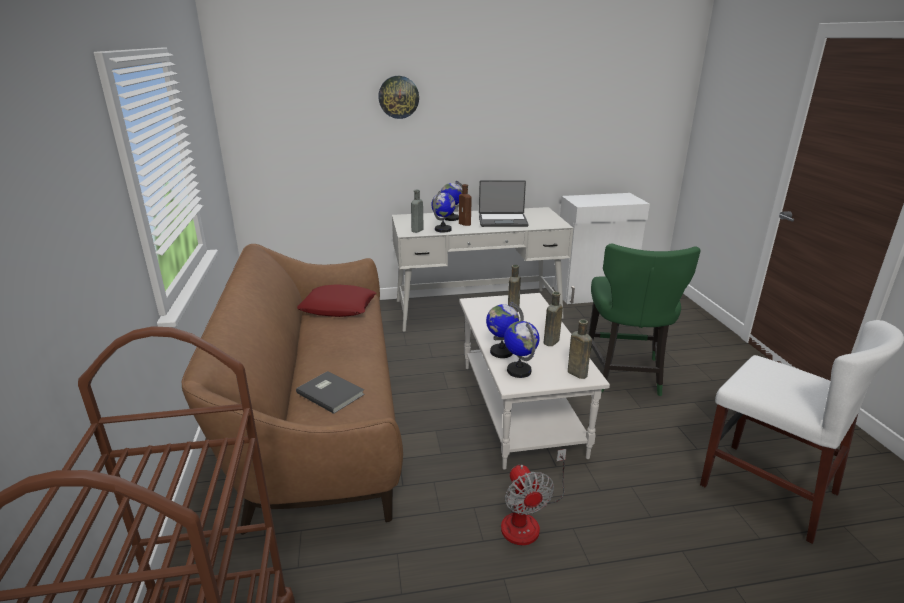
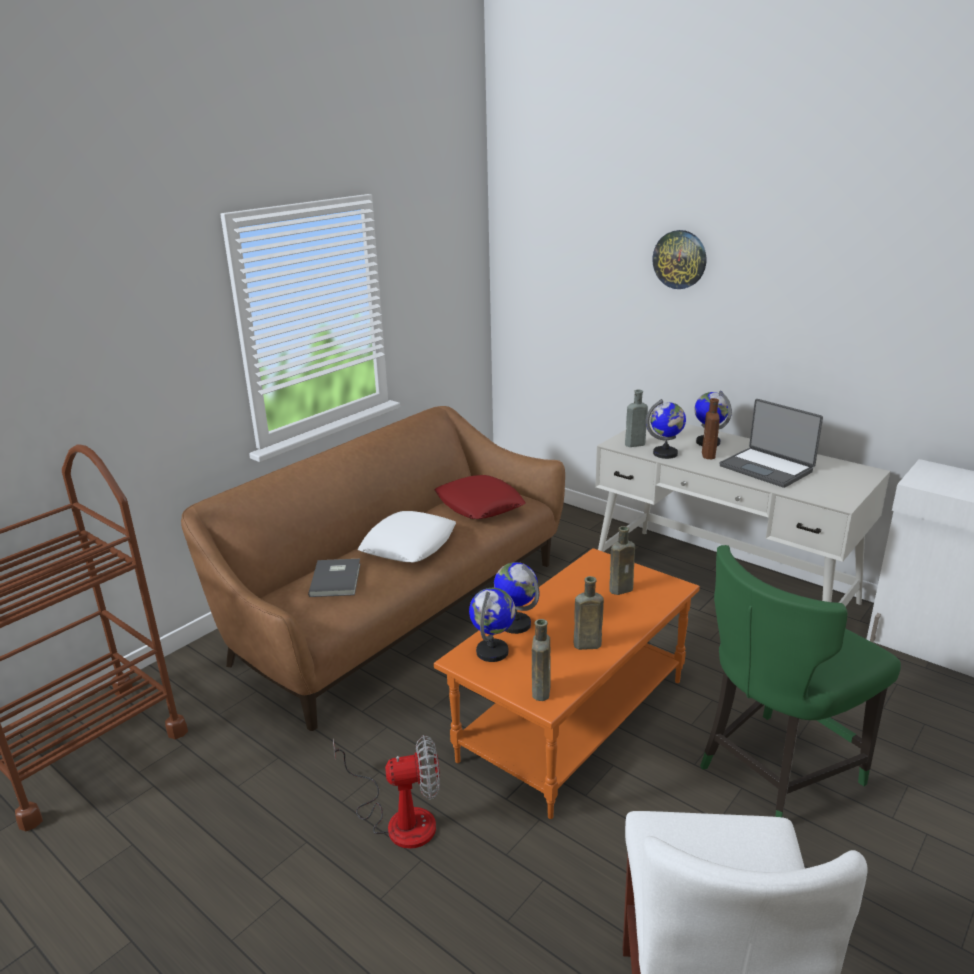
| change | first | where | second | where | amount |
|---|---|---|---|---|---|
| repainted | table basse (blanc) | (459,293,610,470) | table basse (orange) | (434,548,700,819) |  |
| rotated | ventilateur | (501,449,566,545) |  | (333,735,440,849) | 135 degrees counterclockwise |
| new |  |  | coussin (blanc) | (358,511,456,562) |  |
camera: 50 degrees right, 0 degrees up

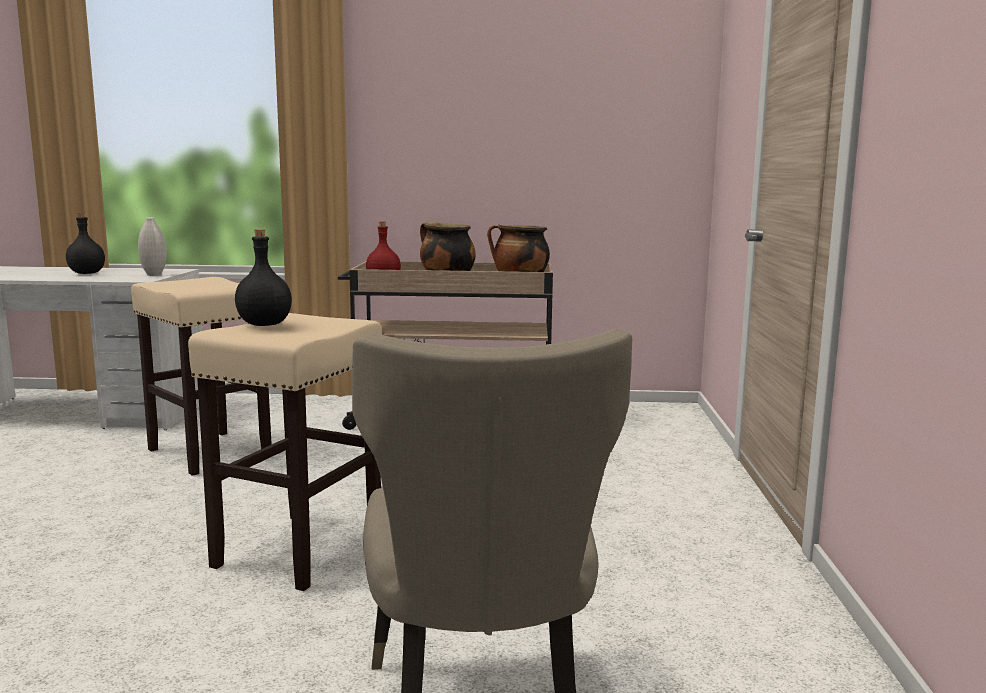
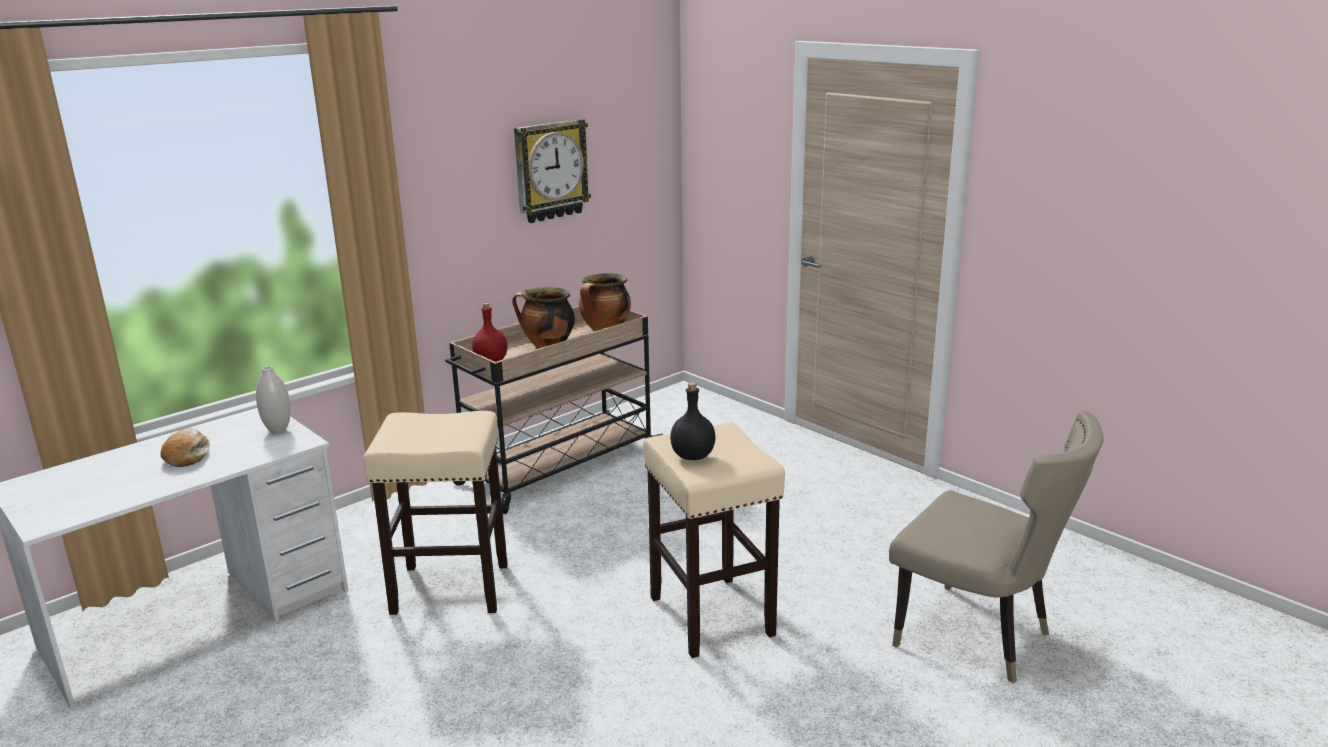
| change | first | where | second | where | amount |
|---|---|---|---|---|---|
| swapped | bouteille (noir) | (66,213,105,274) | pain | (161,428,210,467) |  |
| new |  |  | horloge murale | (514,119,591,223) |  |
camera: 45 degrees left, 10 degrees up

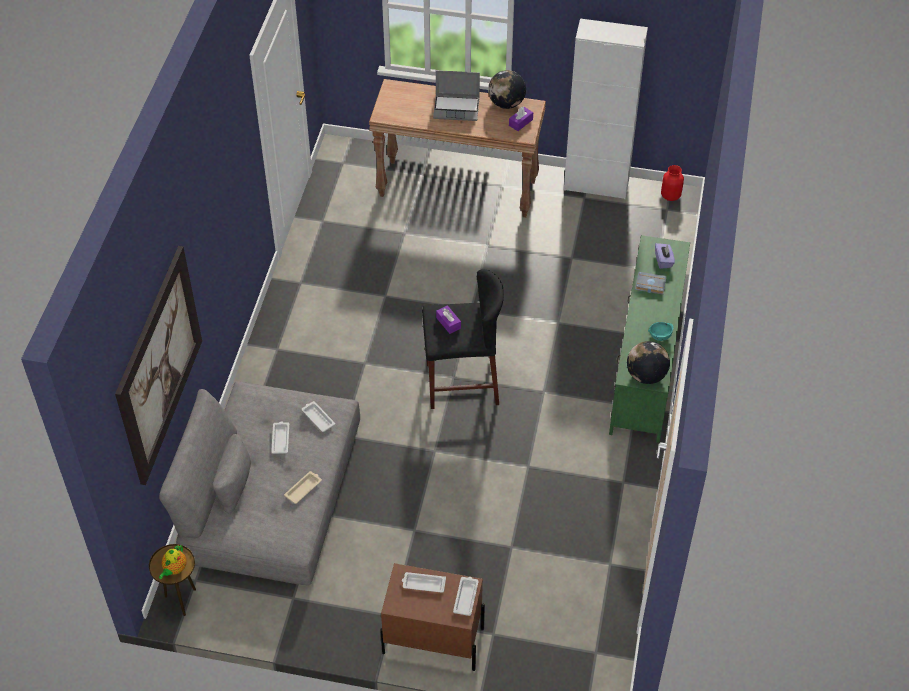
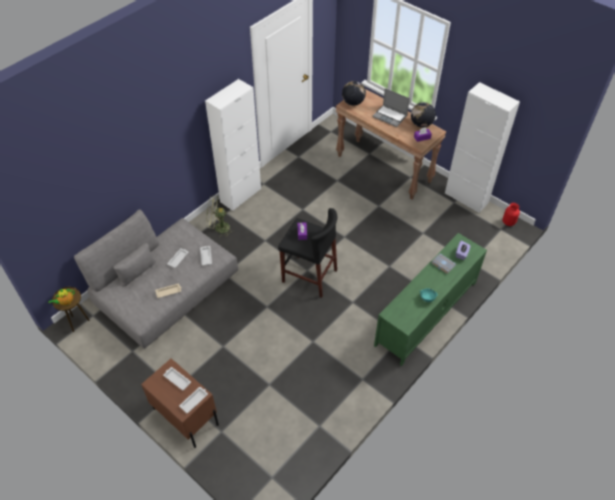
| change | first | where | second | where | amount |
|---|---|---|---|---|---|
| gone | tableau | (115,246,202,485) |  |  |  |
| shifted | globe | (627,341,670,384) |  | (342,81,366,106) |  |
| new |  |  | meuble de rangement (blanc) | (205,79,261,211) |  |
| new |  |  | ventilateur (vert) | (206,195,234,237) |  |
camera: 30 degrees right, 0 degrees up

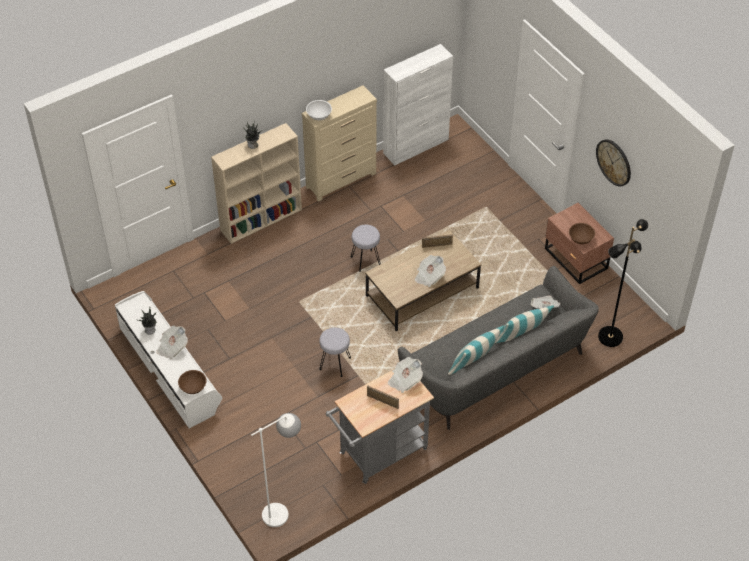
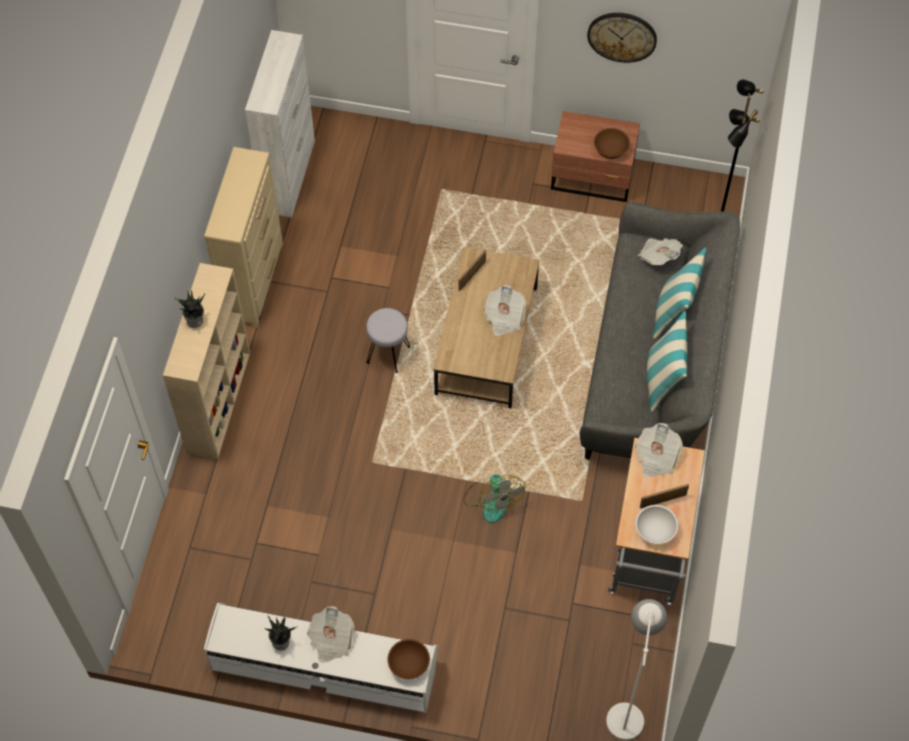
| change | first | where | second | where | amount |
|---|---|---|---|---|---|
| shifted | bol (blanc) | (306,100,332,120) |  | (636,505,678,544) |  |
| swapped | tabouret (gris) | (319,327,351,377) | ventilateur | (463,474,525,523) |  |
camera: 45 degrees left, 10 degrees up

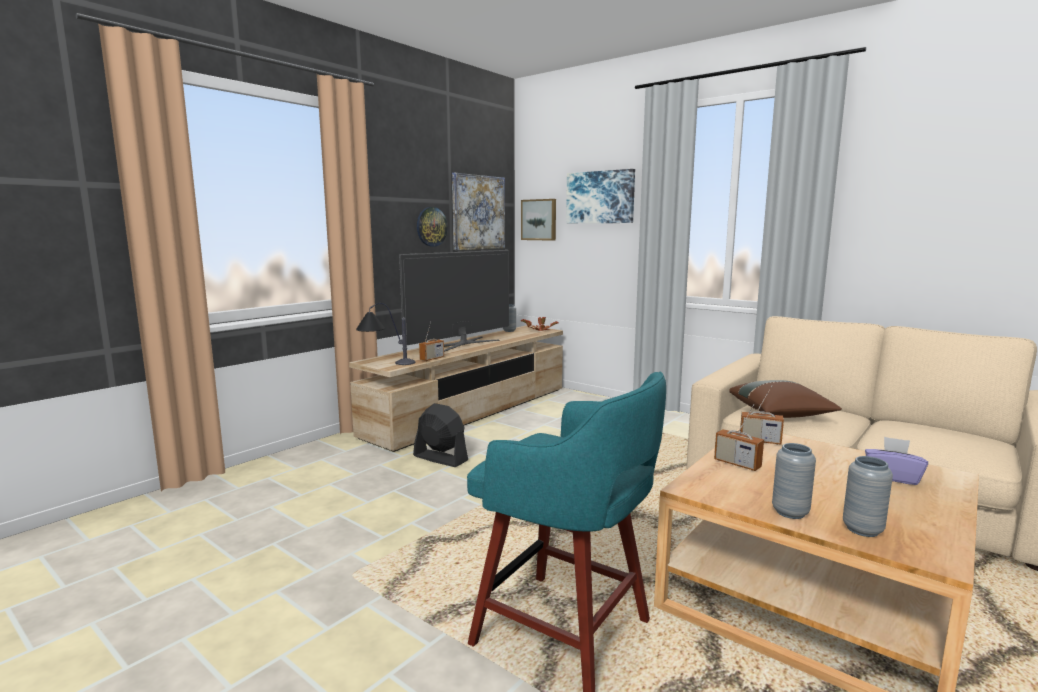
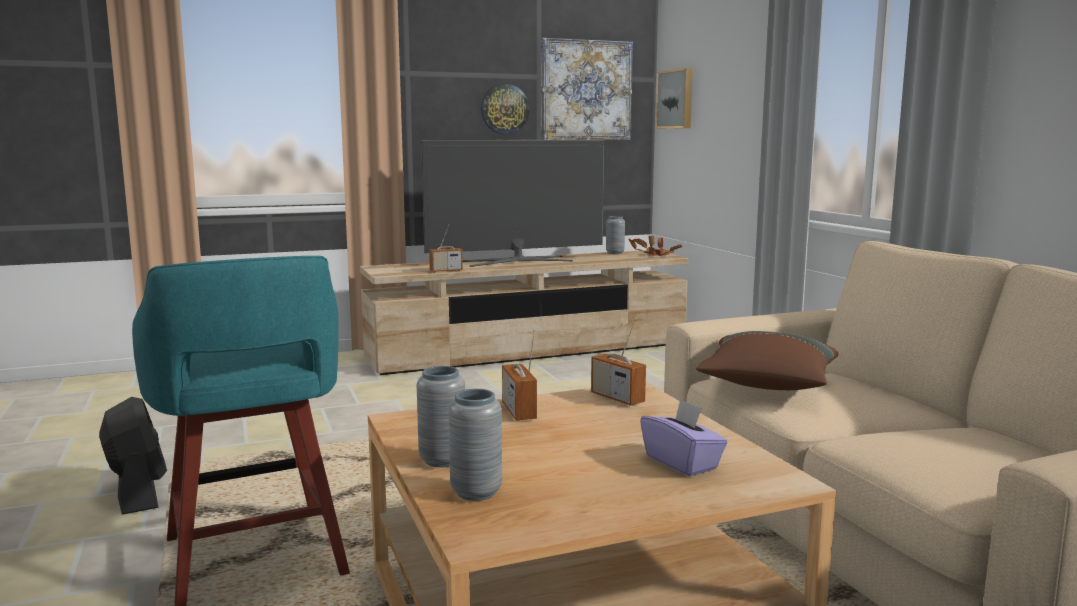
| change | first | where | second | where | amount |
|---|---|---|---|---|---|
| gone | lampe de table | (356,303,415,365) |  |  |  |
| shifted | ventilateur (noir) | (413,403,468,467) |  | (99,397,167,515) |  |
| gone | tableau | (566,169,635,223) |  |  |  |
camera: 30 degrees right, 0 degrees up

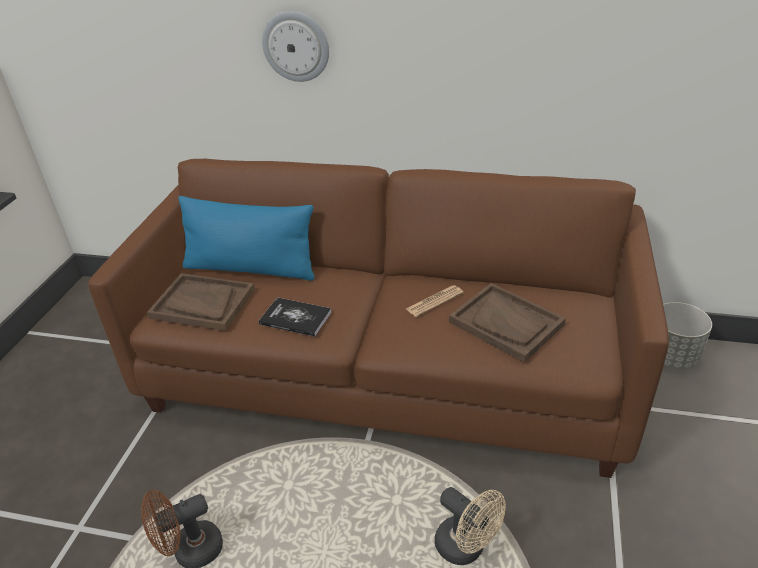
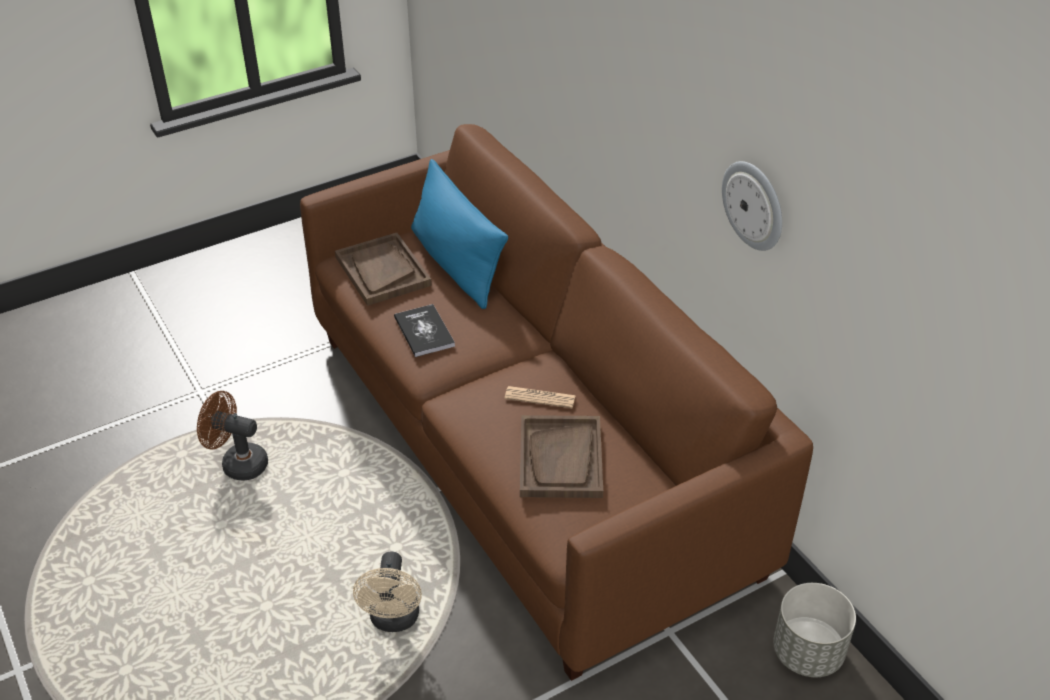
| change | first | where | second | where | amount |
|---|---|---|---|---|---|
| shifted | horloge murale | (262,11,329,82) |  | (722,161,782,251) |  |
camera: 45 degrees right, 5 degrees up

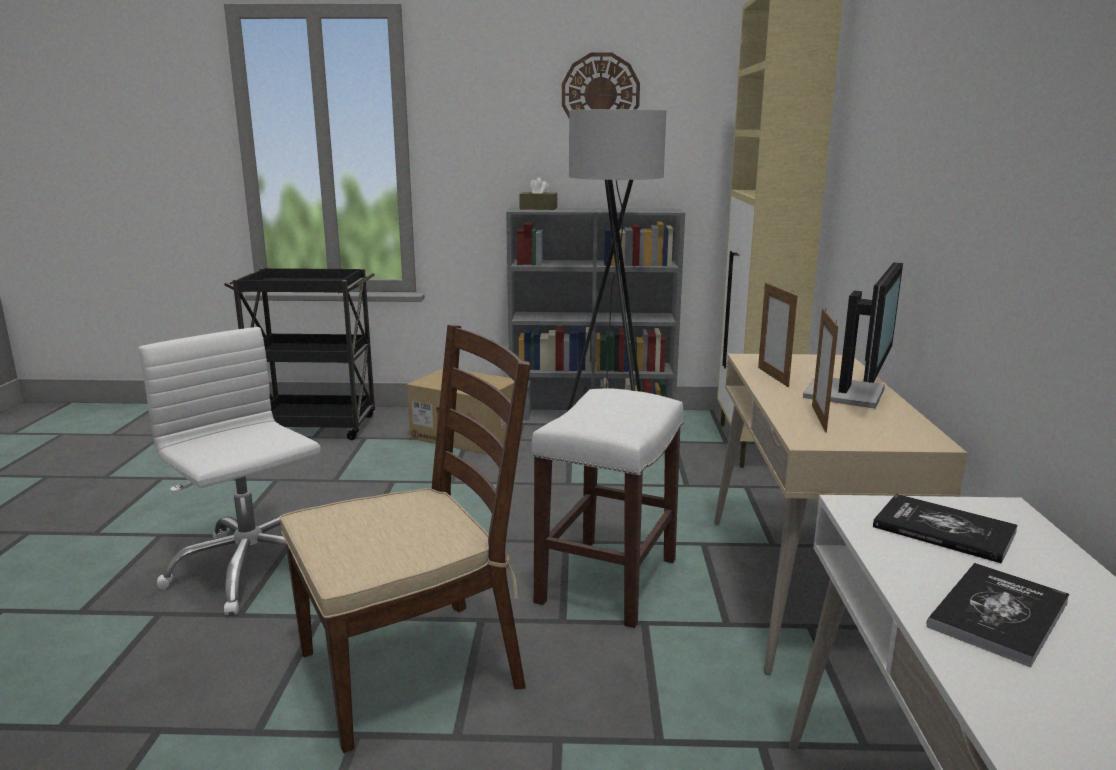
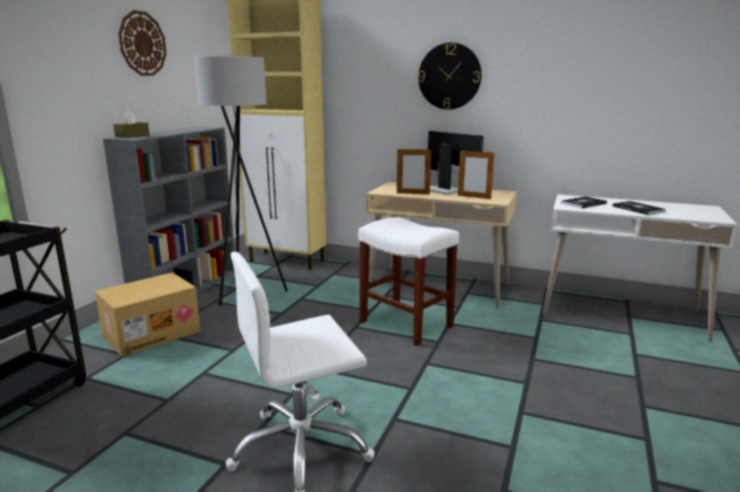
| change | first | where | second | where | amount |
|---|---|---|---|---|---|
| gone | chaise (marron) | (280,325,531,753) |  |  |  |
| new |  |  | horloge murale | (418,43,482,110) |  |
camera: 70 degrees left, 0 degrees up

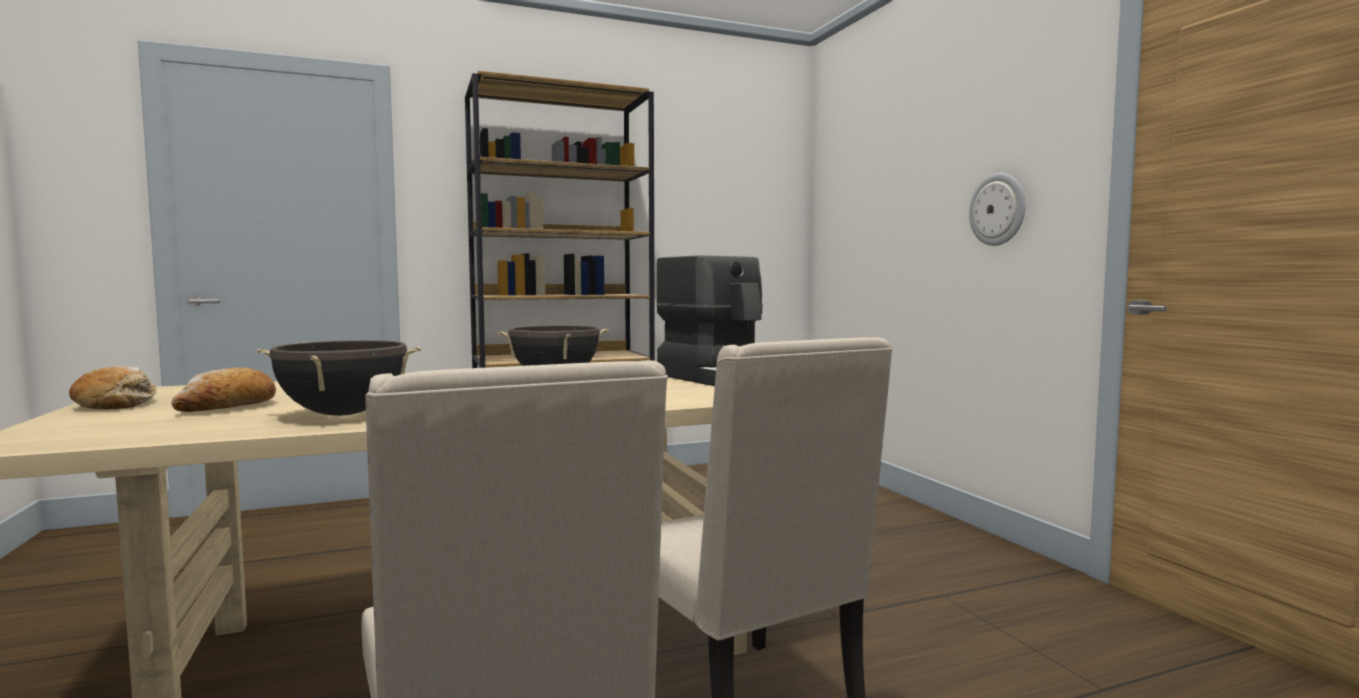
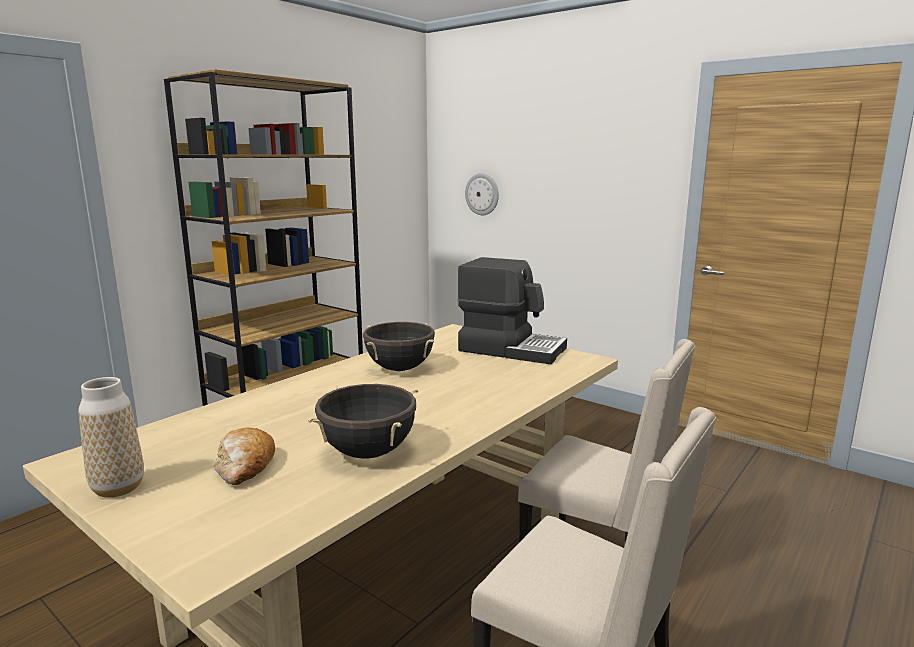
| change | first | where | second | where | amount |
|---|---|---|---|---|---|
| swapped | pain | (69,366,156,409) | vase | (79,377,144,498) |  |
| shifted | horloge murale | (969,173,1026,246) |  | (465,173,499,215) |  |
camera: 30 degrees left, 10 degrees up

